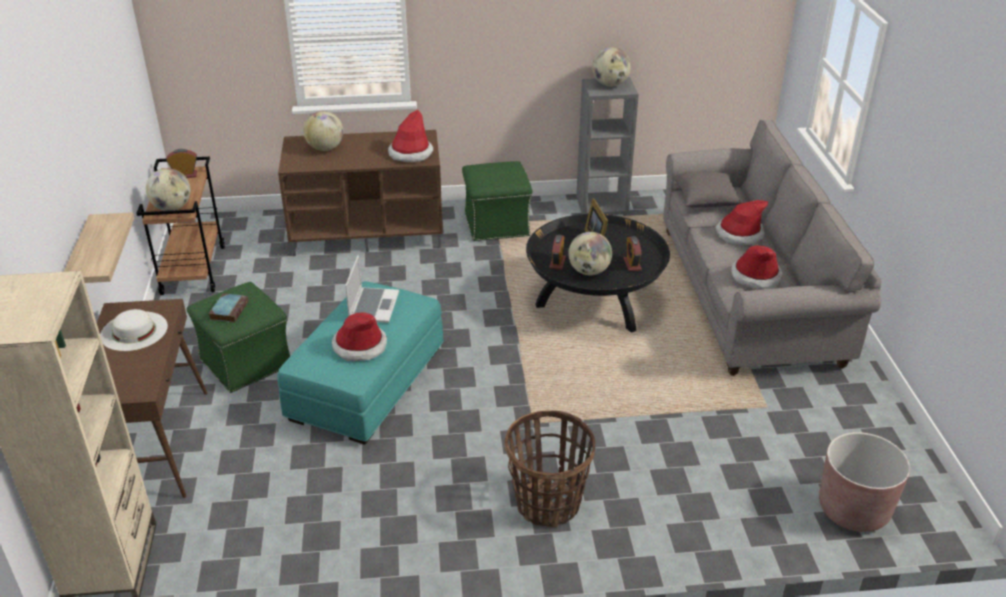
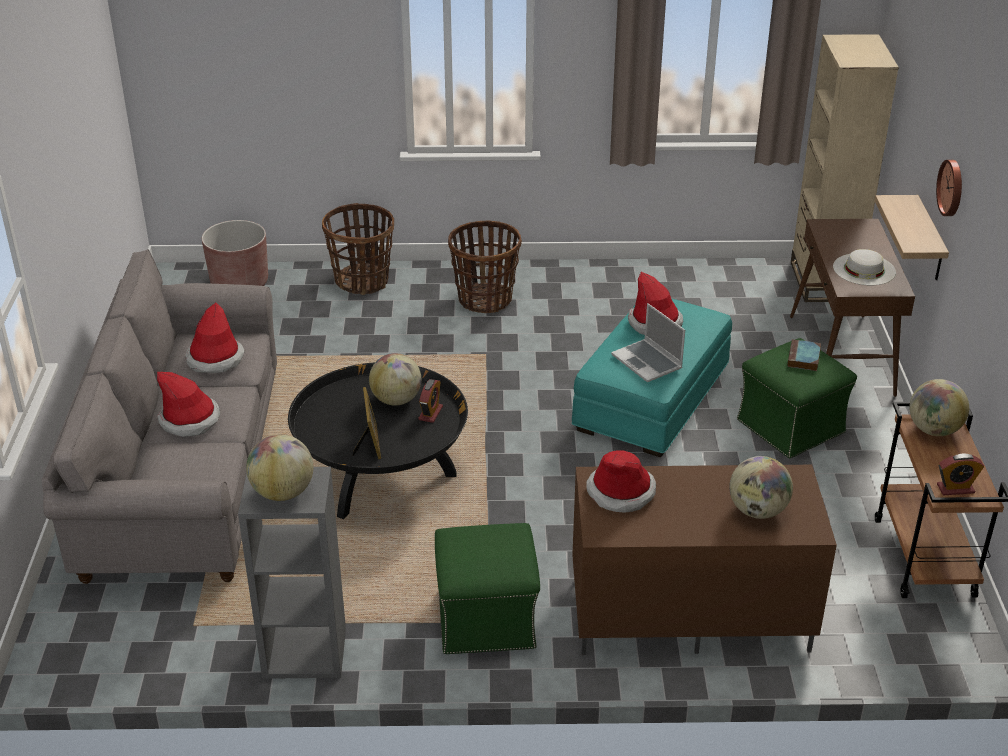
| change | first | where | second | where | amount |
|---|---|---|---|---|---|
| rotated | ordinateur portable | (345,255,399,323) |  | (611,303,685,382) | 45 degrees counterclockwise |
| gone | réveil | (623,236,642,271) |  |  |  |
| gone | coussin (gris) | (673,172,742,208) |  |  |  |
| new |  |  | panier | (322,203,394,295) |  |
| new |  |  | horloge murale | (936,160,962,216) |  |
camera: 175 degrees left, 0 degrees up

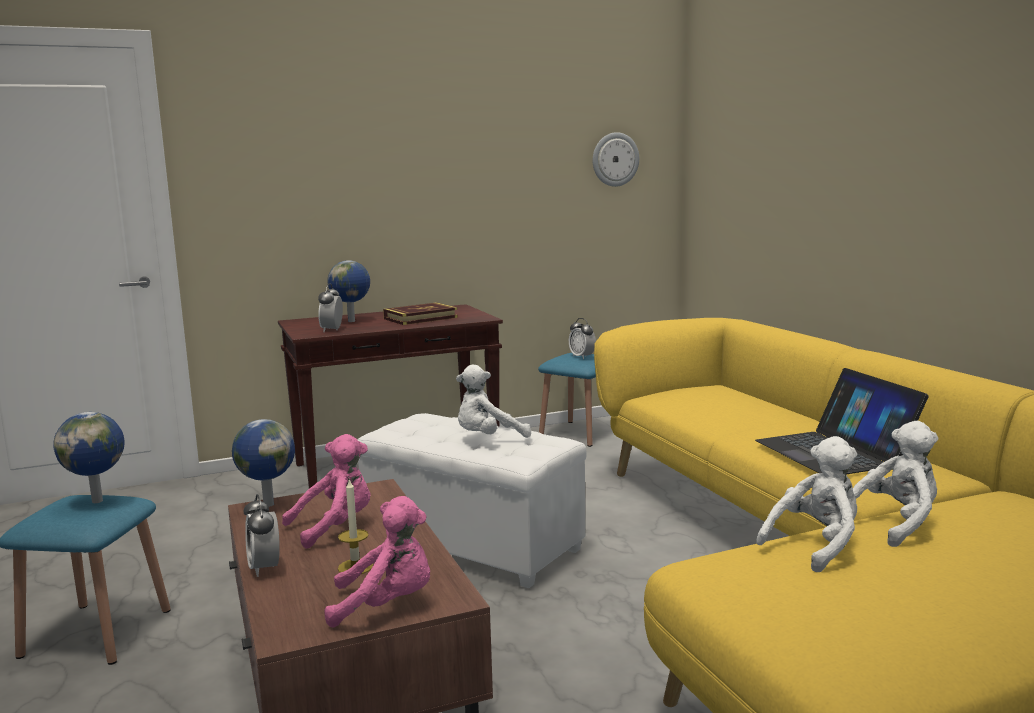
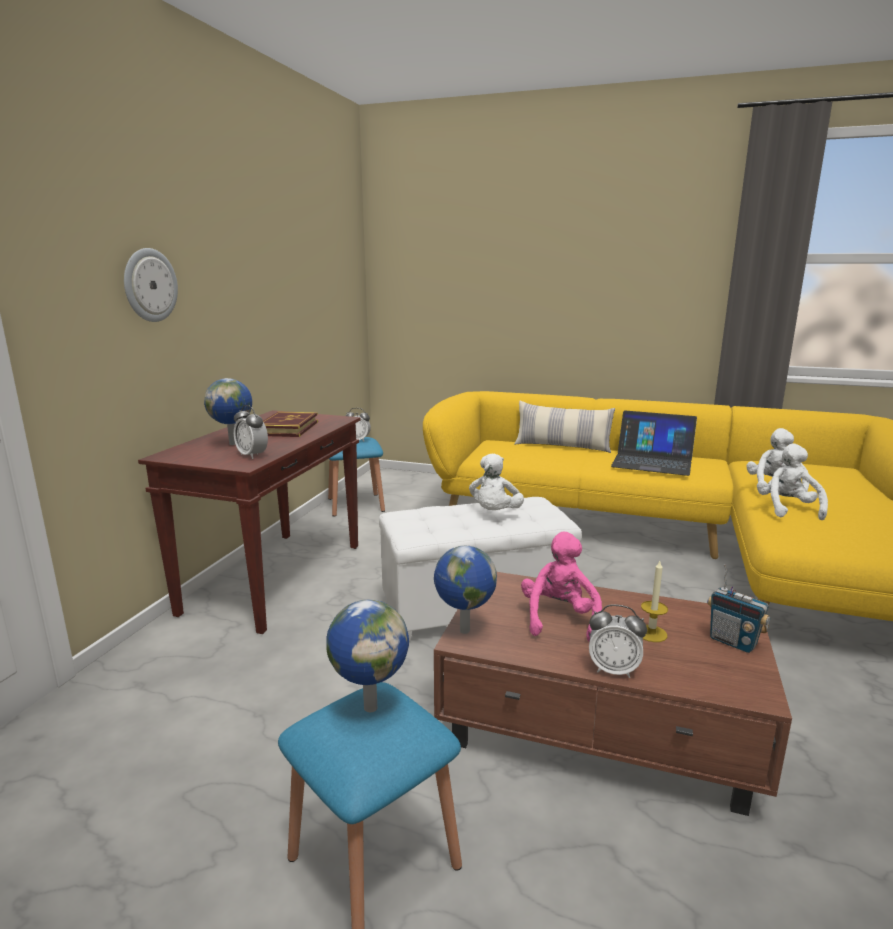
| change | first | where | second | where | amount |
|---|---|---|---|---|---|
| swapped | peluche (rose) | (325,496,430,628) | radio | (707,564,770,653) |  |
| shifted | horloge murale | (593,132,639,187) |  | (124,248,178,322) |  |
| new |  |  | coussin | (514,401,615,453) |  |
camera: 50 degrees left, 5 degrees up

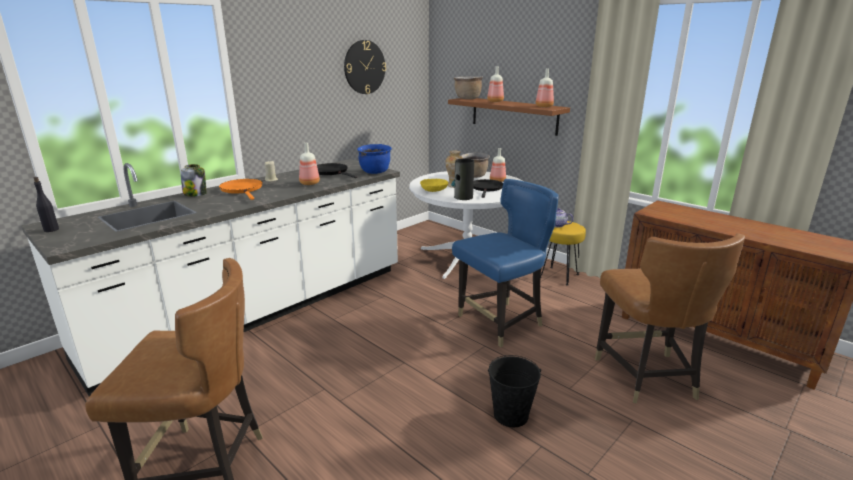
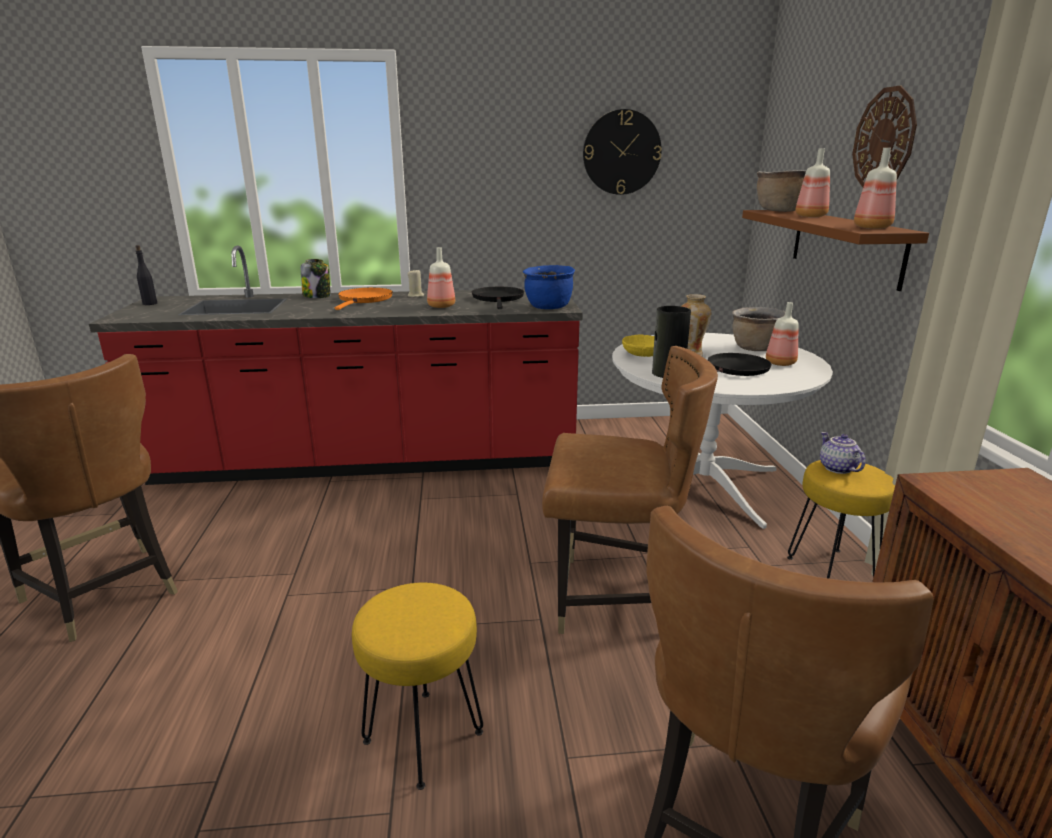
| change | first | where | second | where | amount |
|---|---|---|---|---|---|
| repainted | comptoir de cuisine (blanc) | (21,159,400,397) | comptoir de cuisine (rouge) | (89,245,583,485) |  |
| repainted | chaise (bleu) | (452,179,559,347) | chaise (marron) | (542,346,718,634) |  |
| swapped | seau (noir) | (488,355,541,427) | tabouret (jaune) | (352,583,483,790) |  |
| new |  |  | horloge murale | (852,86,917,187) |  |
camera: 40 degrees right, 0 degrees up

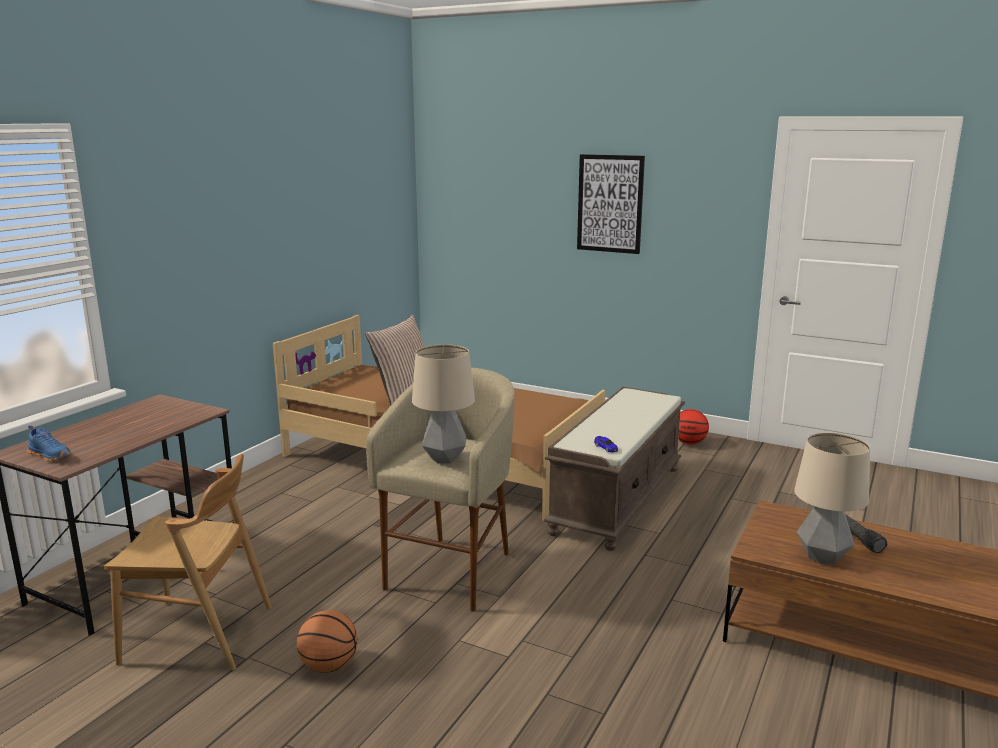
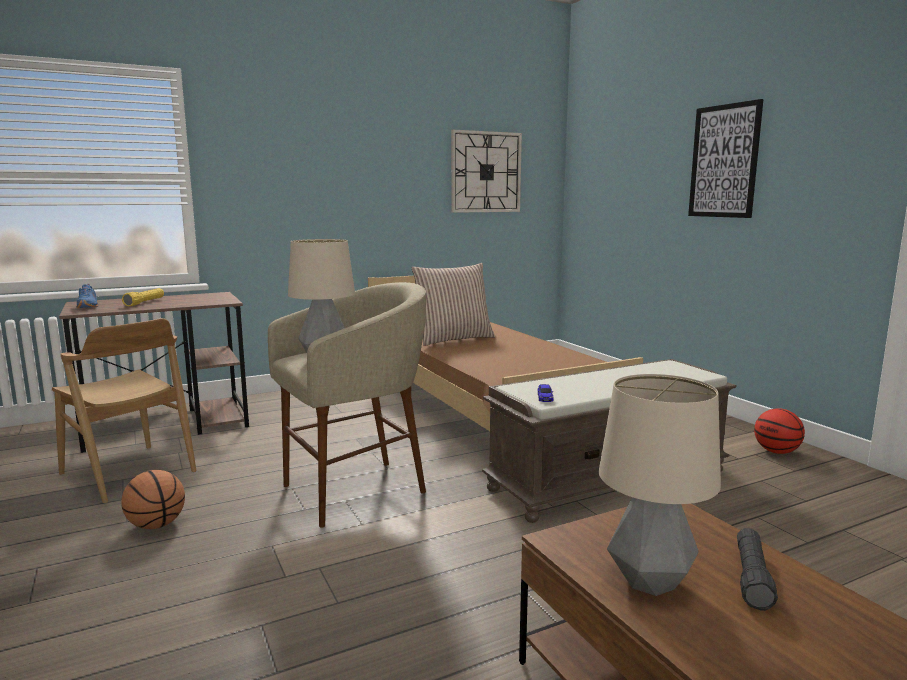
| change | first | where | second | where | amount |
|---|---|---|---|---|---|
| new |  |  | lampe de poche (jaune) | (122,288,164,307) |  |
| new |  |  | horloge murale | (451,130,522,213) |  |
camera: 35 degrees right, 5 degrees down

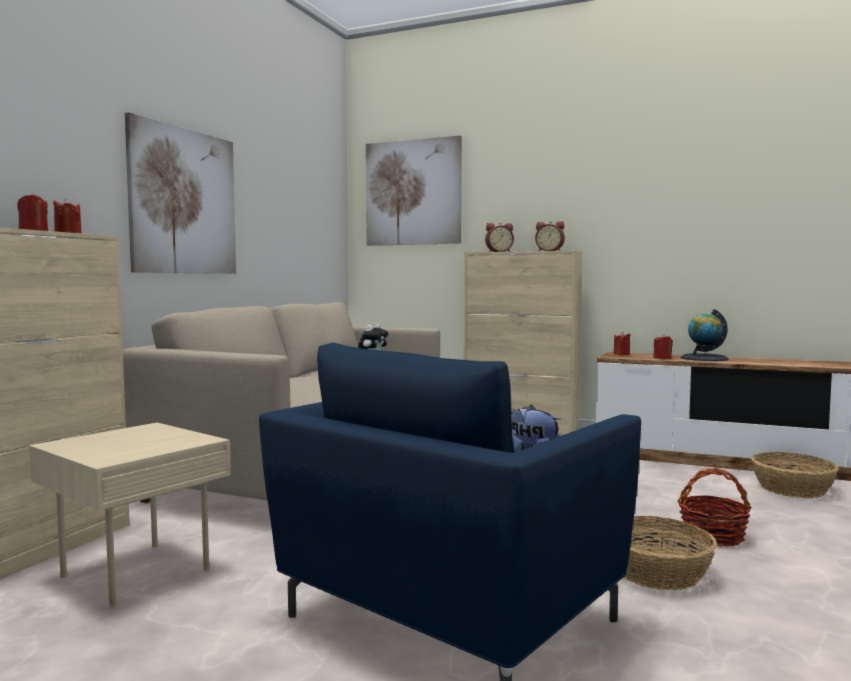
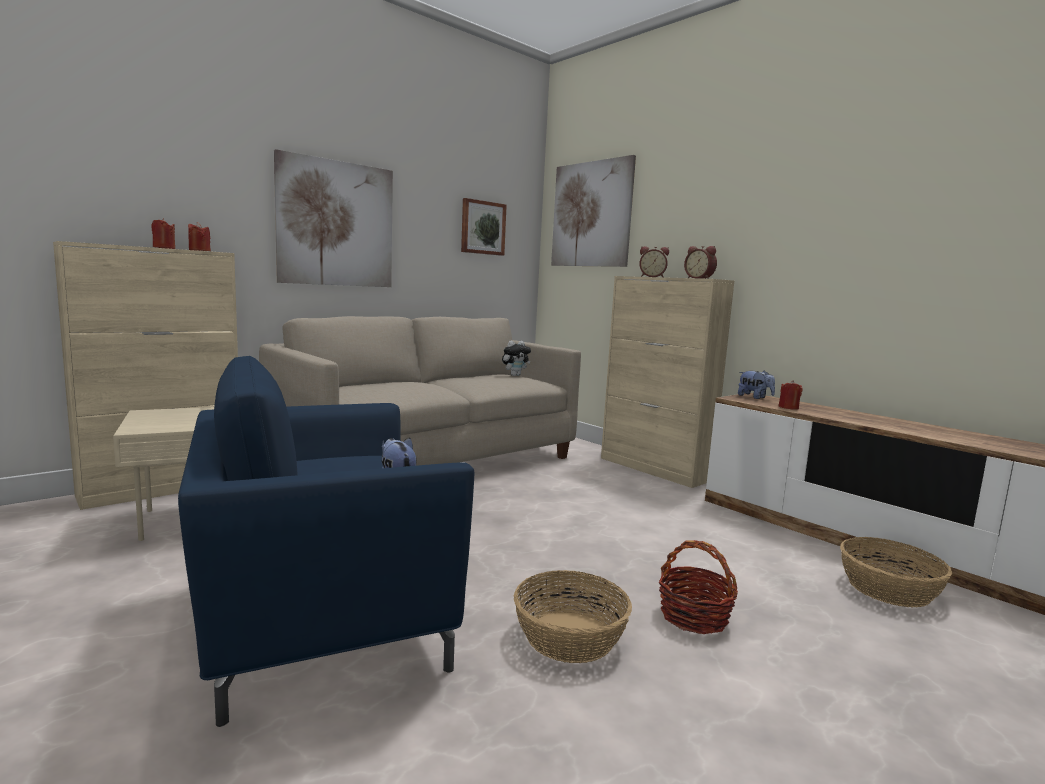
| change | first | where | second | where | amount |
|---|---|---|---|---|---|
| swapped | bougie (rouge) | (614,331,630,355) | peluche | (738,370,775,399) |  |
| gone | globe | (681,309,729,361) |  |  |  |
| new |  |  | tableau | (461,198,507,256) |  |
camera: 25 degrees right, 5 degrees up

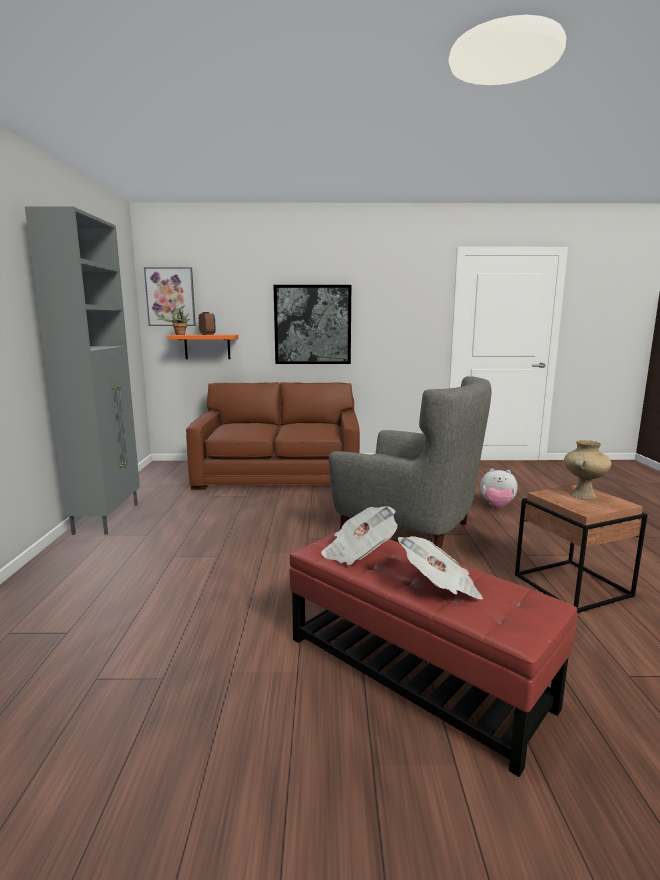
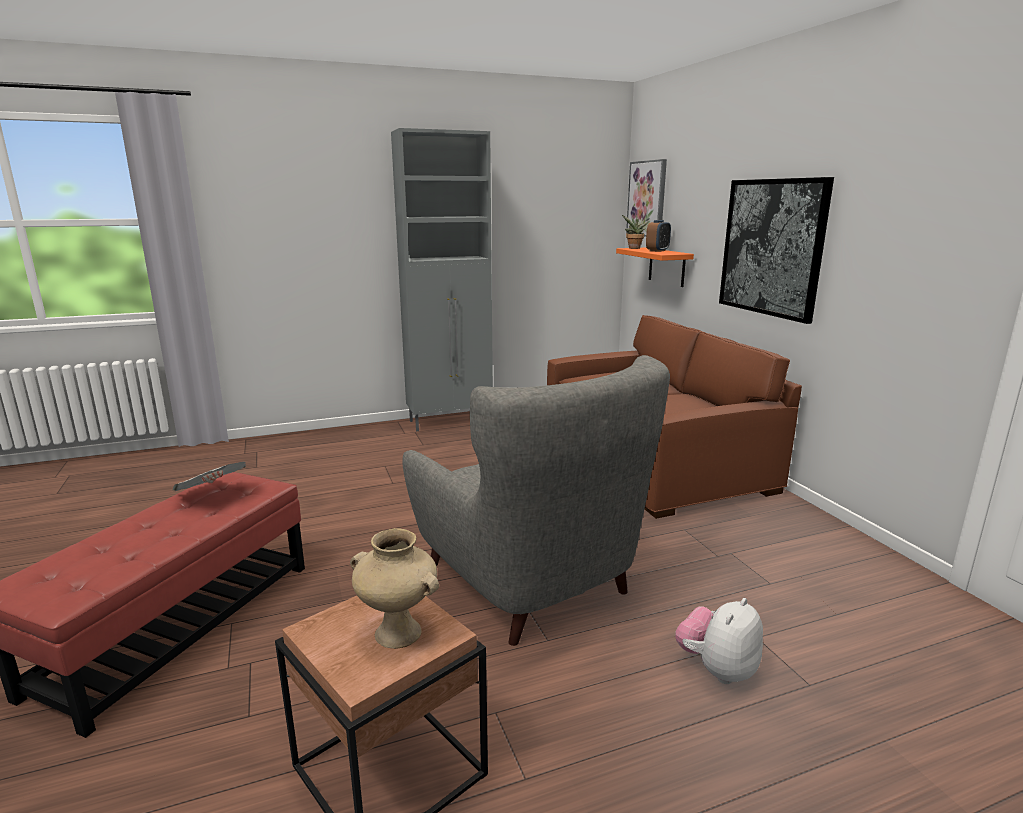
| change | first | where | second | where | amount |
|---|---|---|---|---|---|
| rotated | fauteuil (gris) | (329,376,492,549) |  | (402,355,670,646) | 45 degrees counterclockwise |
| gone | journal | (398,536,484,600) |  |  |  |
| rotated | peluche | (480,468,517,507) |  | (675,598,763,684) | 45 degrees clockwise |
camera: 70 degrees right, 5 degrees up

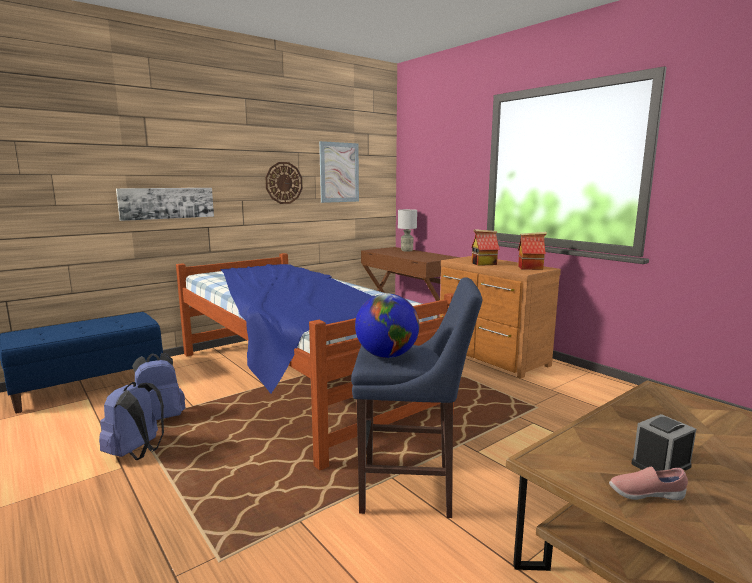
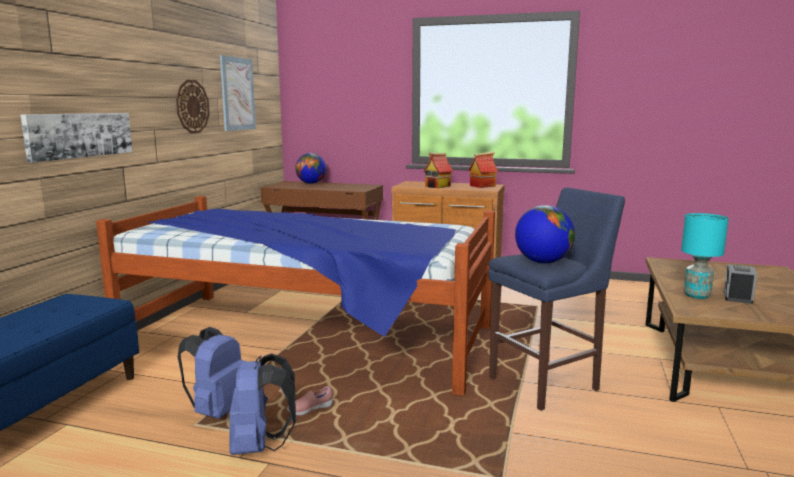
| change | first | where | second | where | amount |
|---|---|---|---|---|---|
| swapped | lampe de table (gris) | (398,209,417,252) | globe | (296,153,326,184) |  |
| shifted | chaussure (rose) | (609,467,688,500) |  | (287,386,333,416) |  |
| new |  |  | lampe de table (turquoise) | (681,213,729,299) |  |
camera: 35 degrees left, 0 degrees up

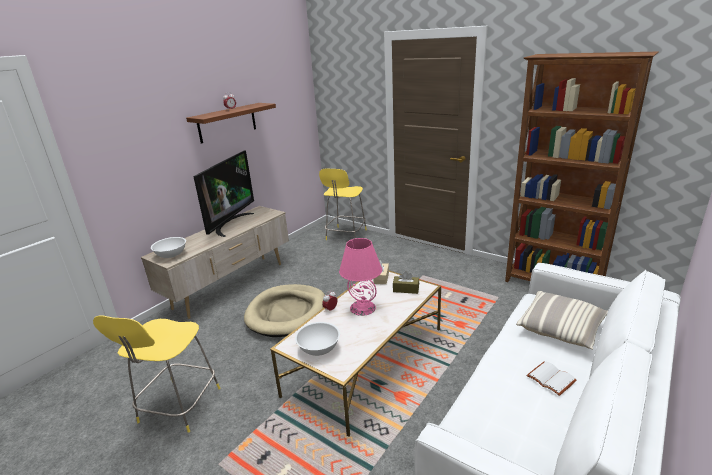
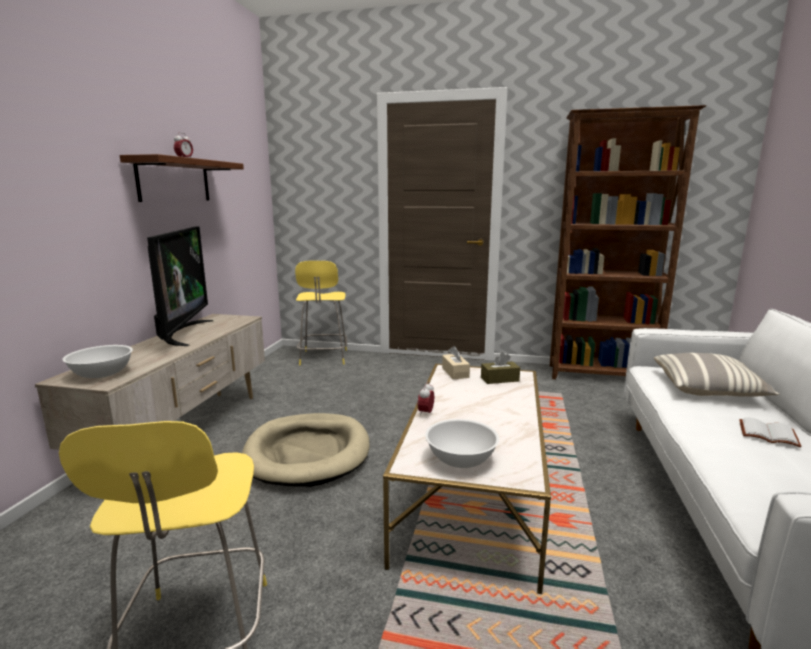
| change | first | where | second | where | amount |
|---|---|---|---|---|---|
| gone | lampe de table (rose) | (339,238,382,316) |  |  |  |
camera: 25 degrees left, 10 degrees down

